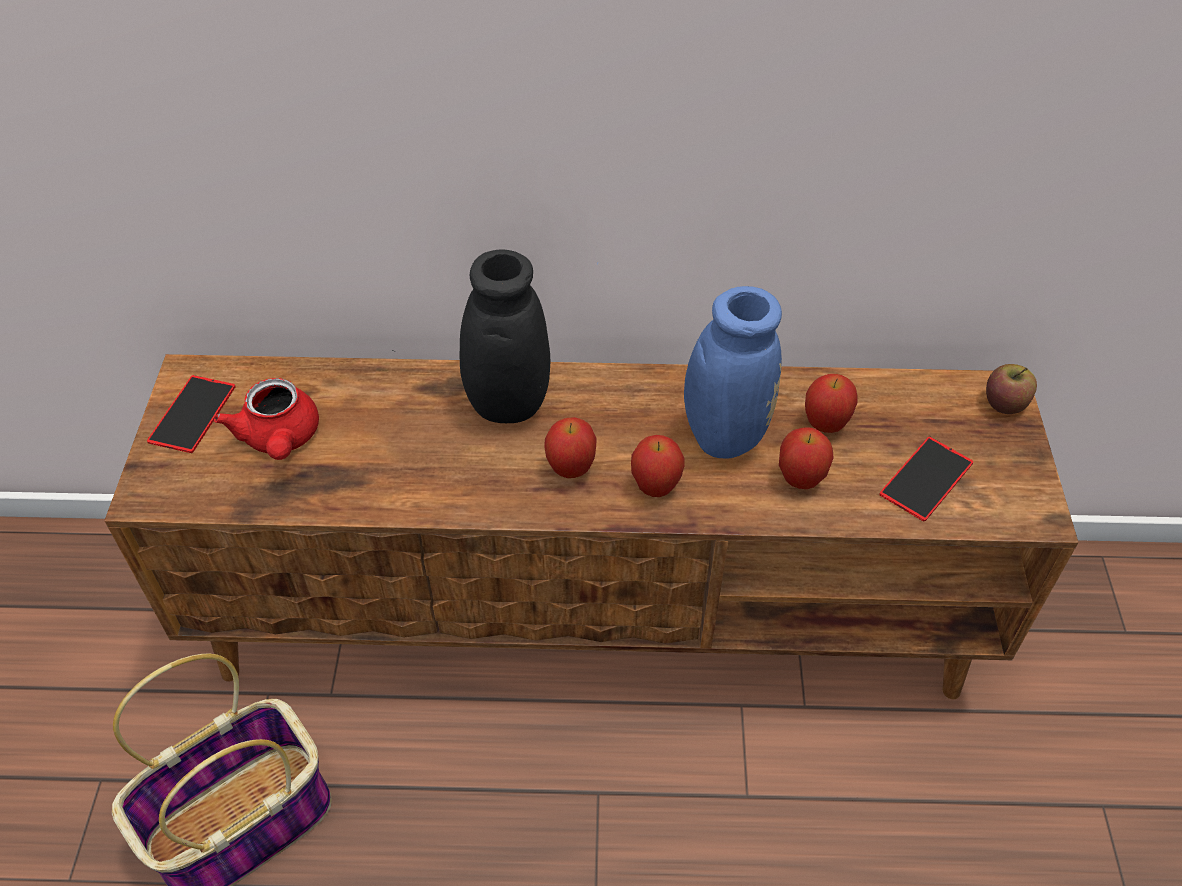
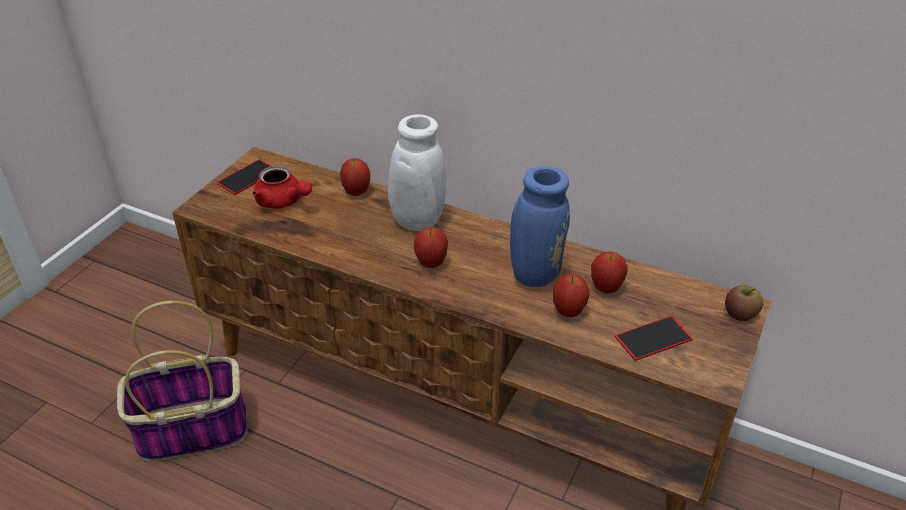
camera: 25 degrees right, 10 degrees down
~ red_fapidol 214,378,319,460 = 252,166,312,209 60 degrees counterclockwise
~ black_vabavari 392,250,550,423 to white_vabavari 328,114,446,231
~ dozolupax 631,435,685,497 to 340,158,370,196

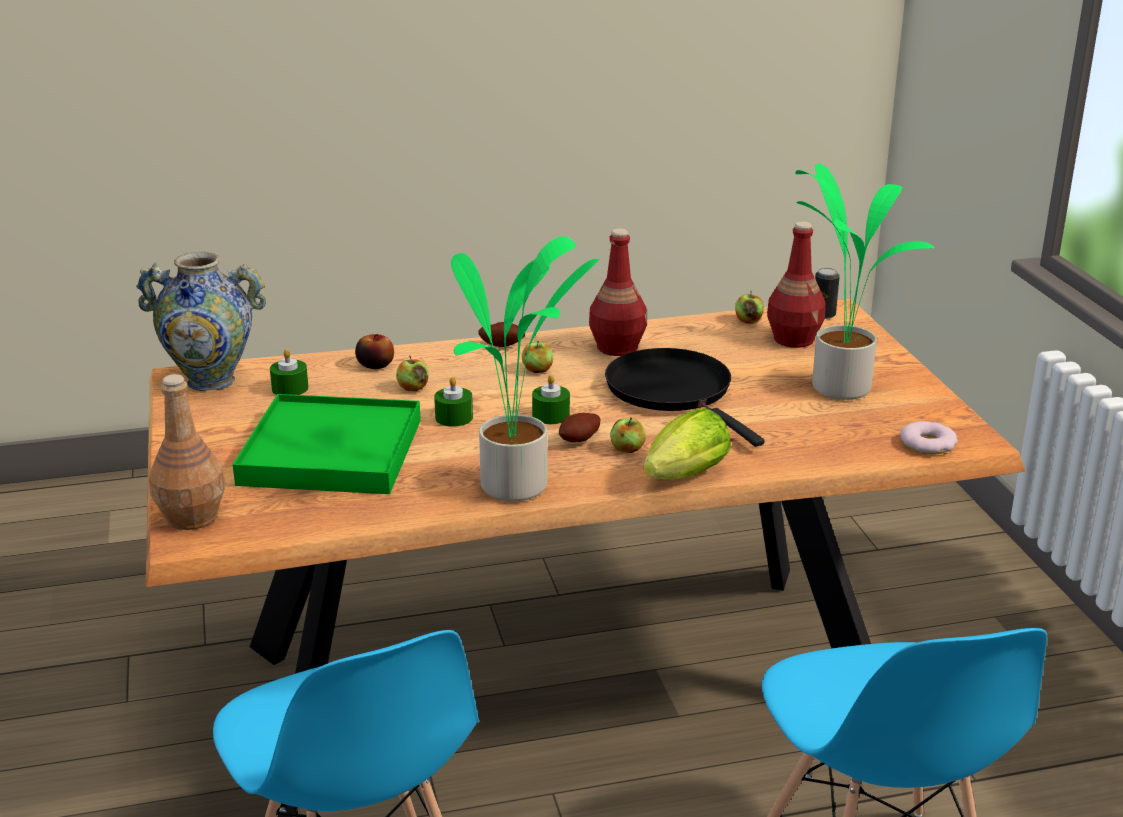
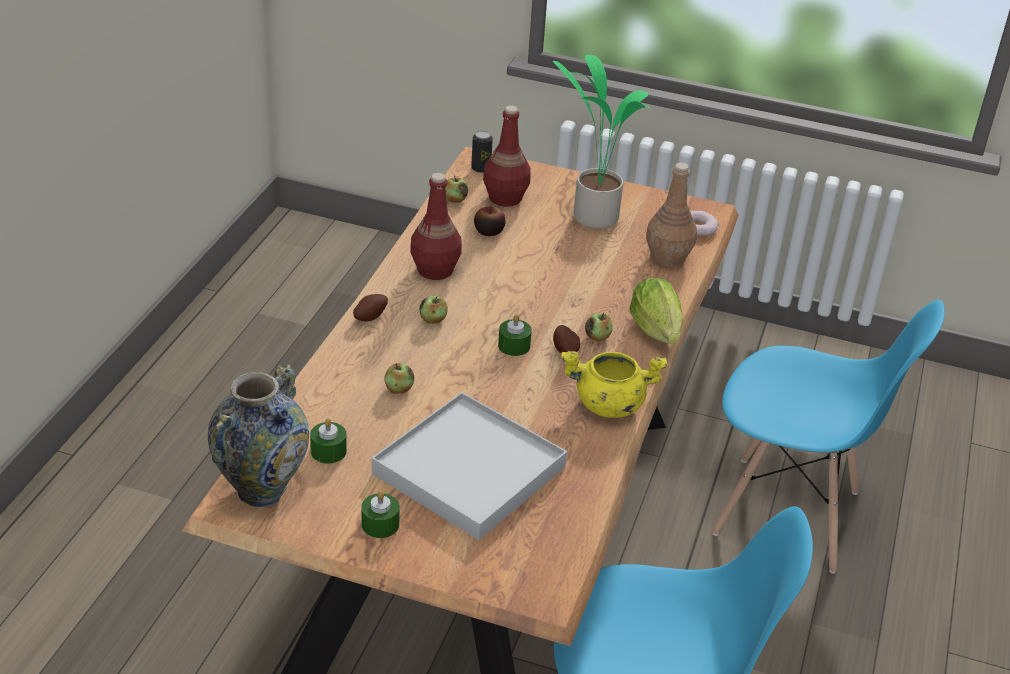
camera: 60 degrees left, 10 degrees up
~ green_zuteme 434,377,473,427 to 361,491,400,538
~ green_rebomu 233,394,421,494 to white_rebomu 372,392,567,540
~ dozolupax 355,334,394,369 to 474,207,506,236
~ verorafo 451,236,599,502 to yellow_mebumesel 561,351,667,418
~ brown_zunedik 149,374,225,530 to 646,163,697,267
- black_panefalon 605,348,765,447

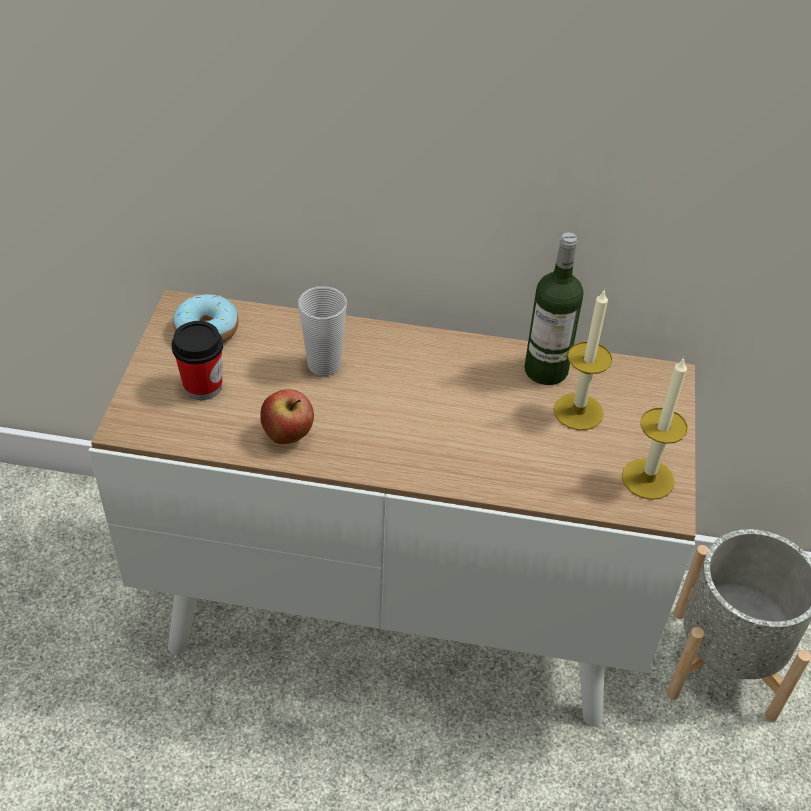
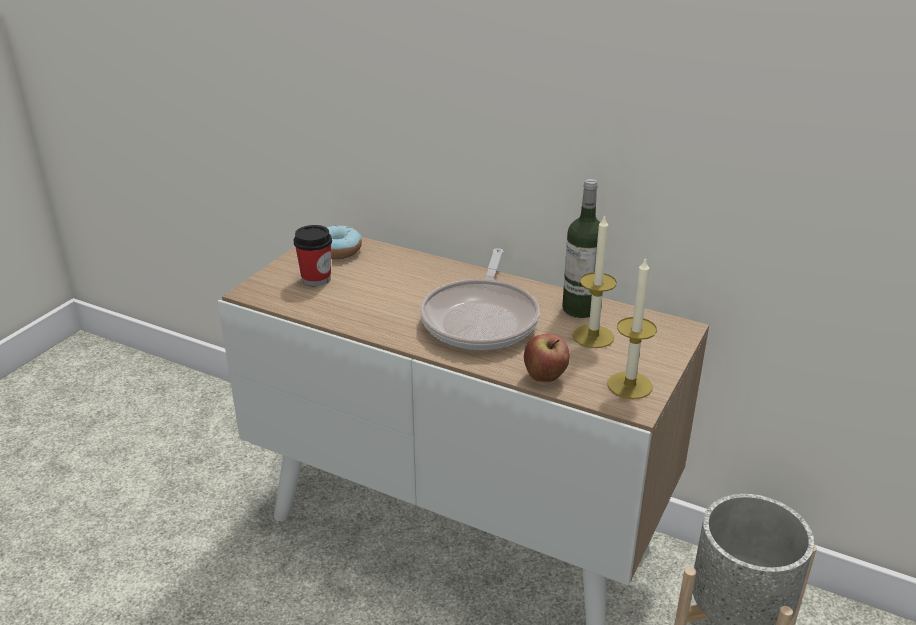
camera: 20 degrees right, 15 degrees down
+ panefalon 420,248,540,350
~ dozolupax 260,389,314,444 to 524,334,570,382
- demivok 298,286,347,376

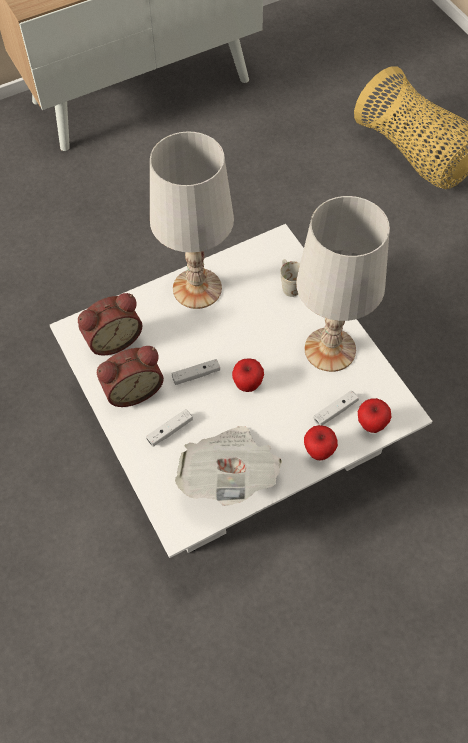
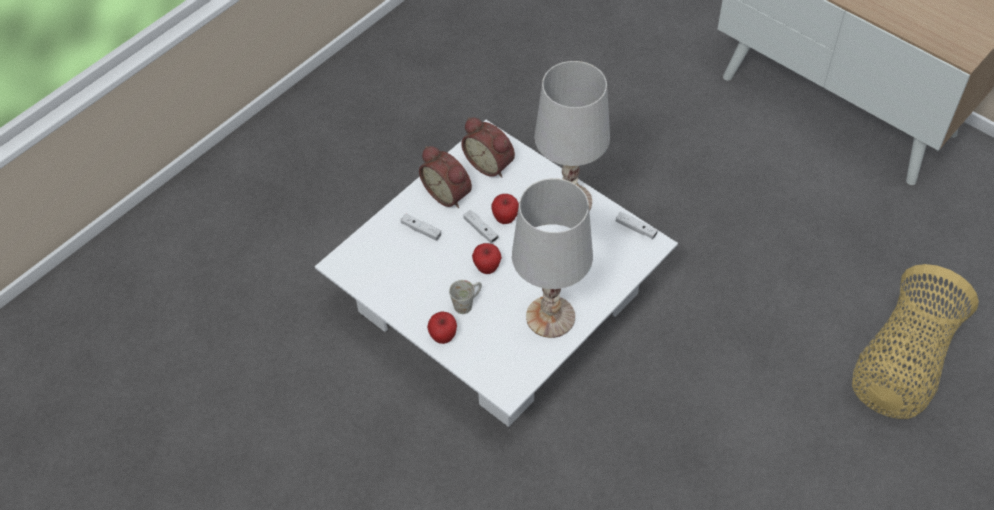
camera: 70 degrees right, 5 degrees down
~ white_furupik 280,259,300,297 to 449,280,482,314
~ dozolupax 358,398,391,433 to 492,194,519,224
~ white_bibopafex 314,390,359,425 to 616,212,658,239
- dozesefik 175,426,282,506

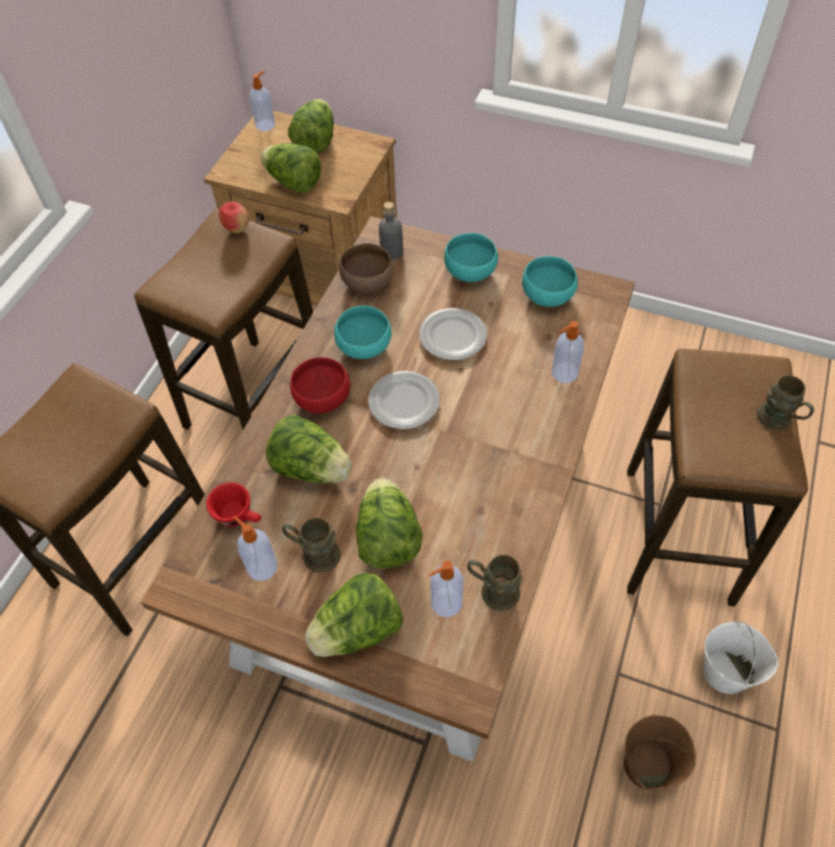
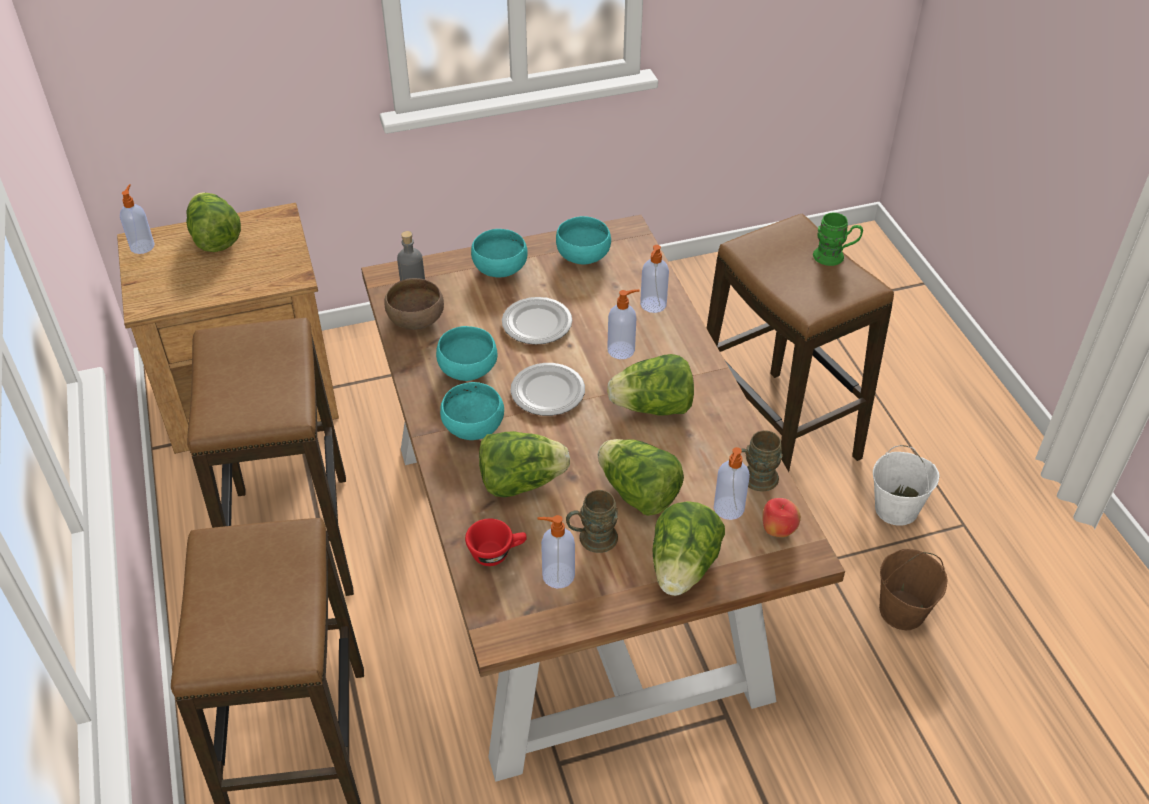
camera: 40 degrees left, 10 degrees down
~ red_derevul 290,357,350,414 to turquoise_derevul 440,382,504,440
+ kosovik 607,289,640,359
~ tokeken 261,143,321,194 to 607,354,694,416
~ dozolupax 219,202,249,233 to 762,498,801,537
~ brown_furupik 757,375,814,430 to green_furupik 813,213,863,266

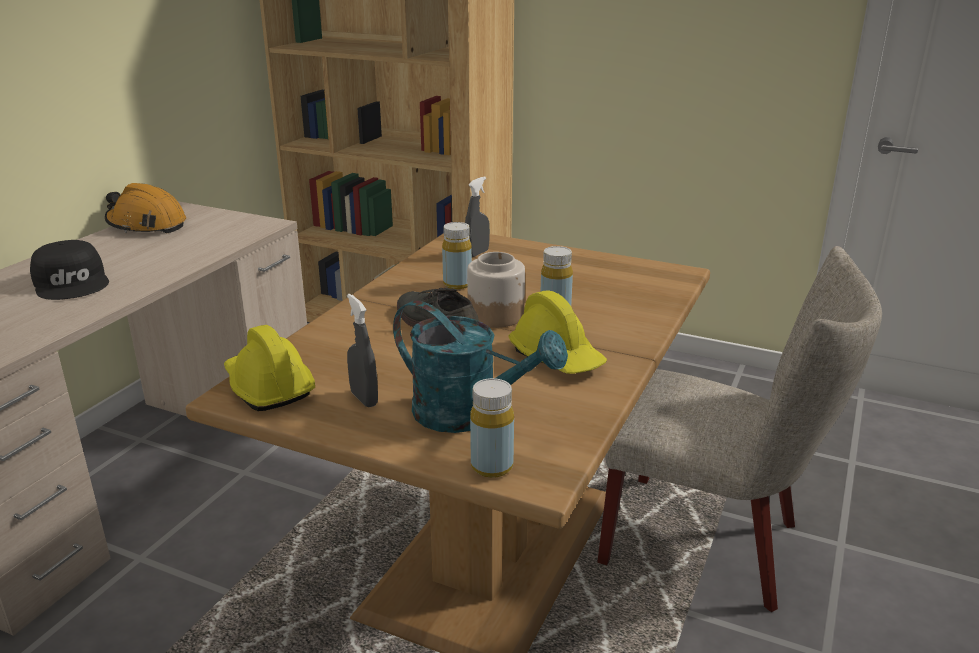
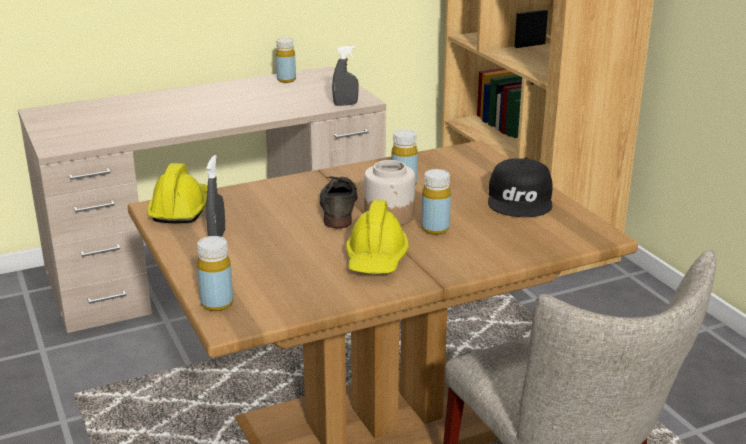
camera: 40 degrees right, 0 degrees up
~ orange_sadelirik 105,183,186,233 to yellow_zunedik 276,38,296,83
~ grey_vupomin 465,176,490,257 to 332,46,359,106
~ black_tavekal 30,240,109,300 to 488,158,553,217
- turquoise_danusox 393,300,568,433

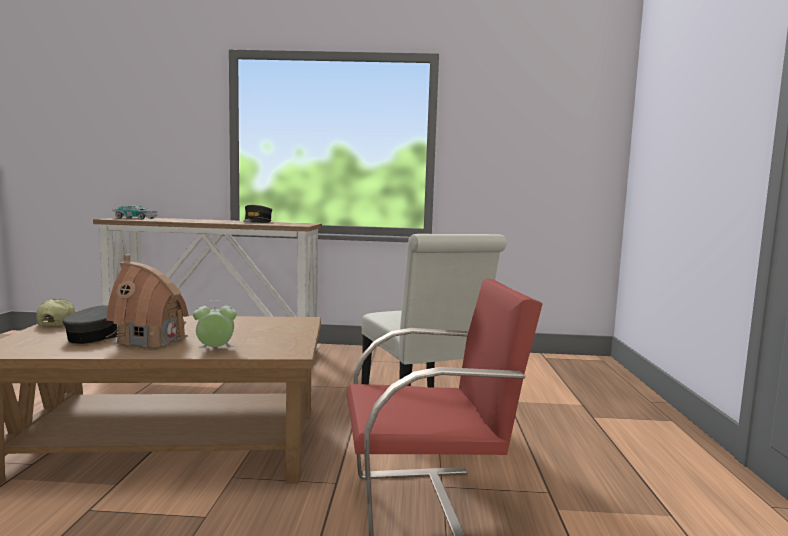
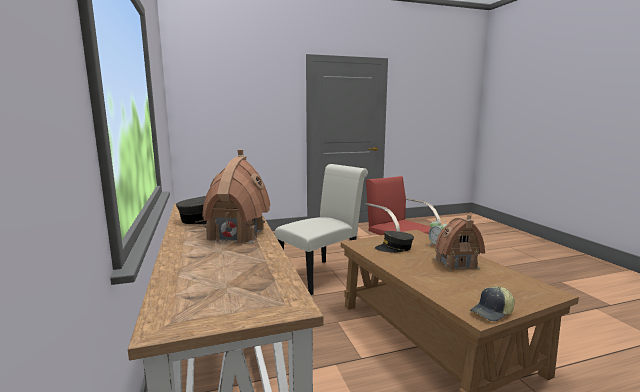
camera: 110 degrees left, 5 degrees up
+ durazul 202,149,271,243
~ grey_tavekal 63,305,118,344 to 375,231,414,253
- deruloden 112,206,158,219

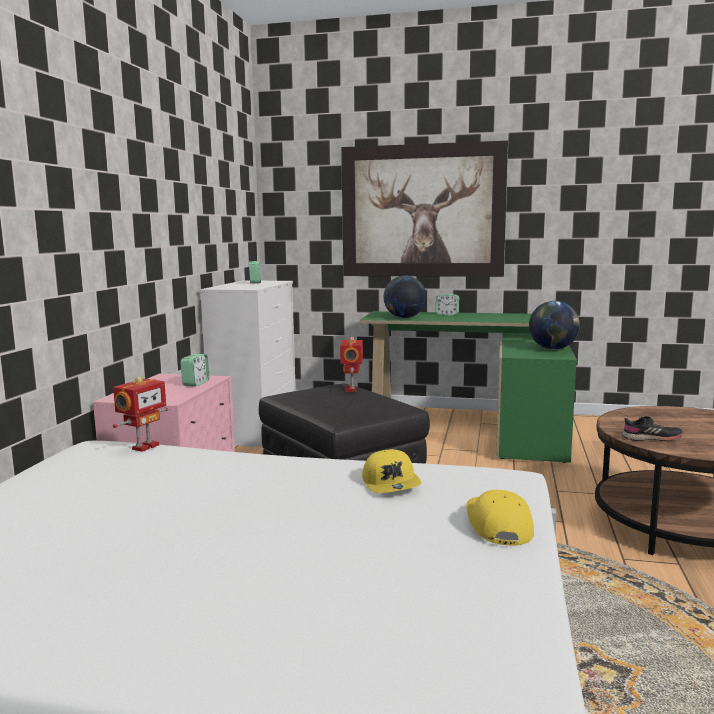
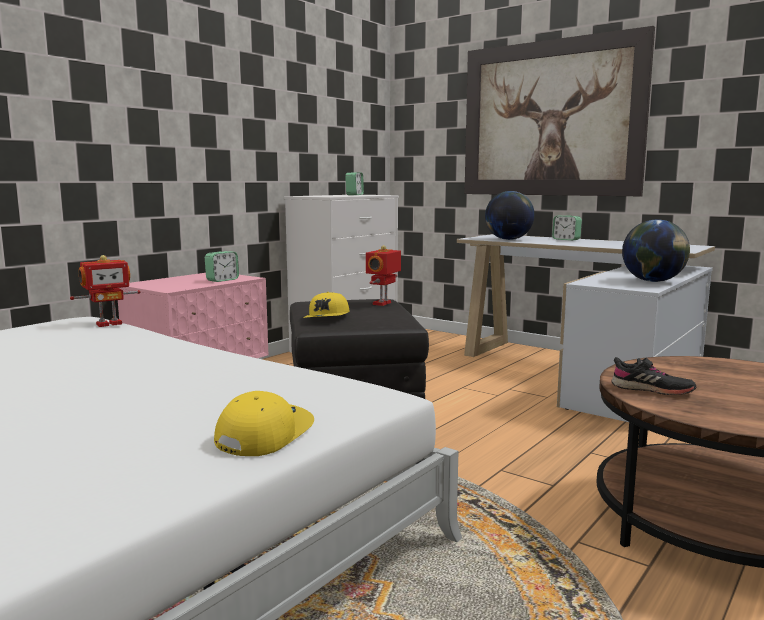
camera: 25 degrees right, 0 degrees up
~ yellow_tavekal 362,449,421,493 to 303,292,350,318
~ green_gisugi 360,311,577,463 to white_gisugi 457,234,715,422

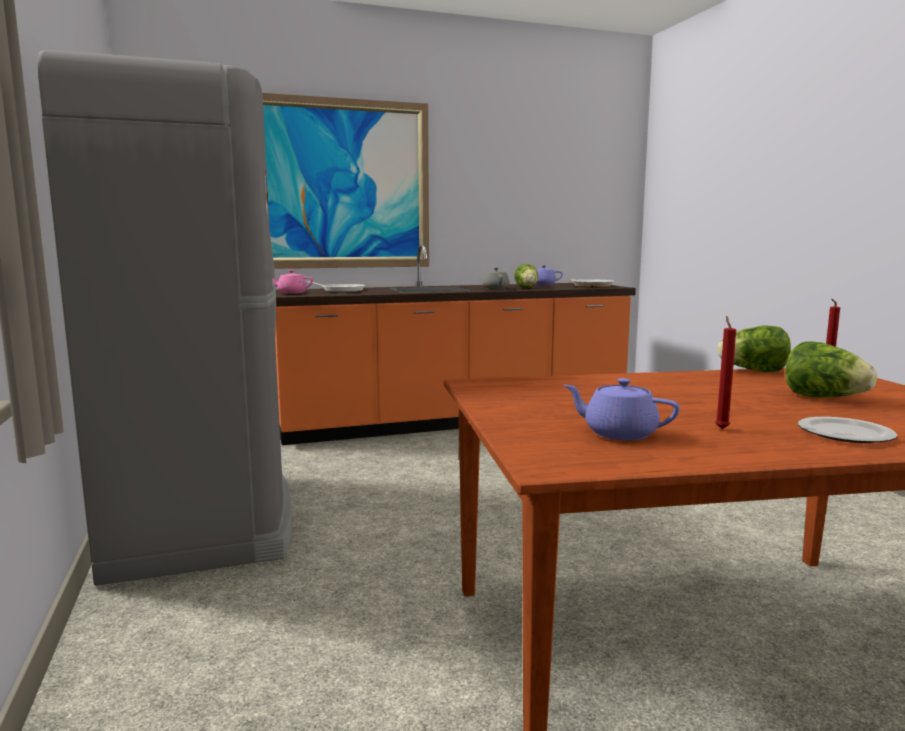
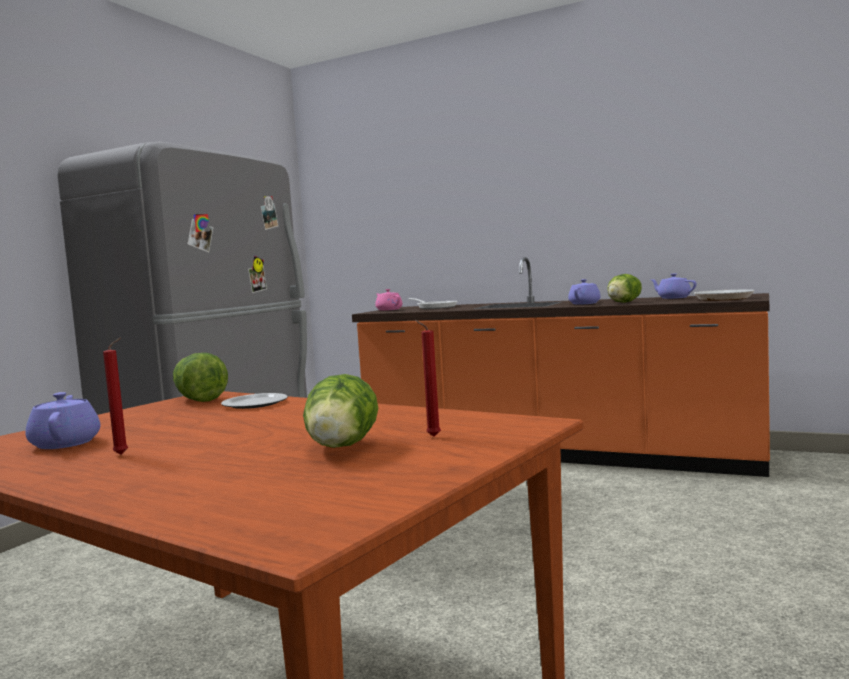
camera: 45 degrees right, 5 degrees down
~ tokeken 717,326,791,372 to 173,353,228,402
~ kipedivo 798,417,898,443 to 221,393,288,409
~ grey_fapidol 483,267,510,289 to purple_fapidol 568,279,601,305
- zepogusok 262,93,429,269

